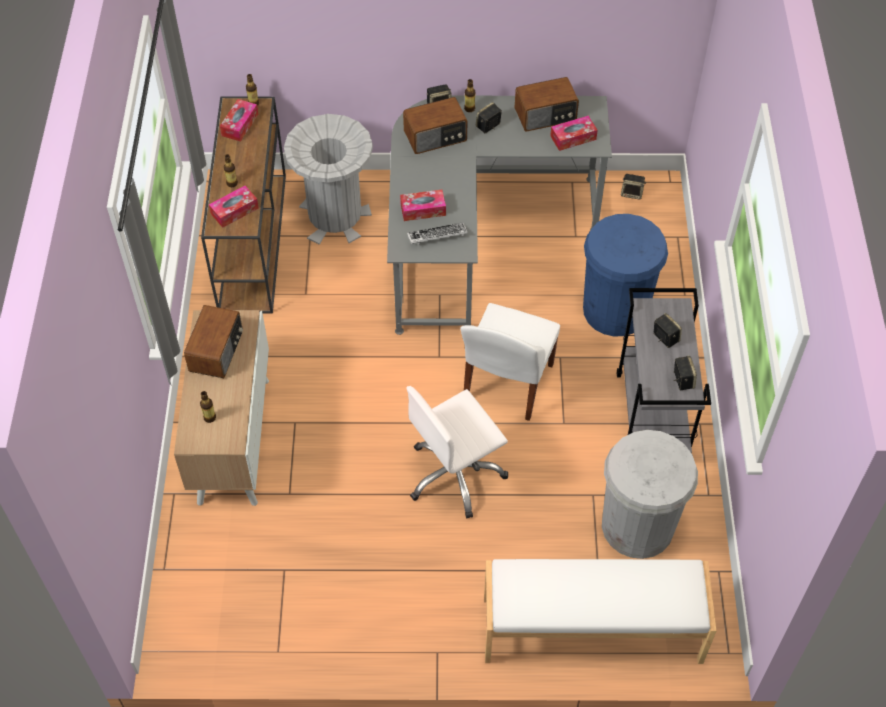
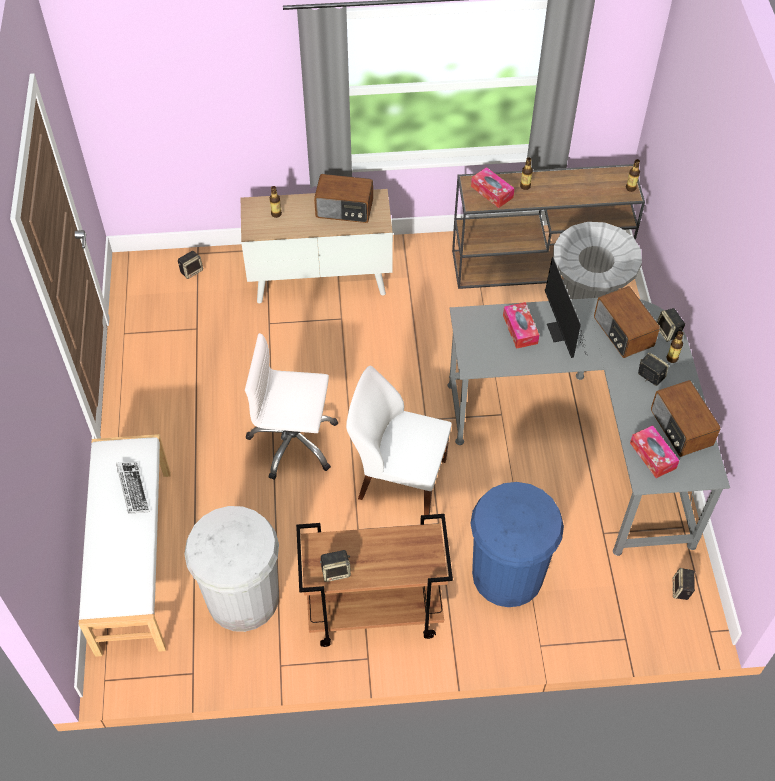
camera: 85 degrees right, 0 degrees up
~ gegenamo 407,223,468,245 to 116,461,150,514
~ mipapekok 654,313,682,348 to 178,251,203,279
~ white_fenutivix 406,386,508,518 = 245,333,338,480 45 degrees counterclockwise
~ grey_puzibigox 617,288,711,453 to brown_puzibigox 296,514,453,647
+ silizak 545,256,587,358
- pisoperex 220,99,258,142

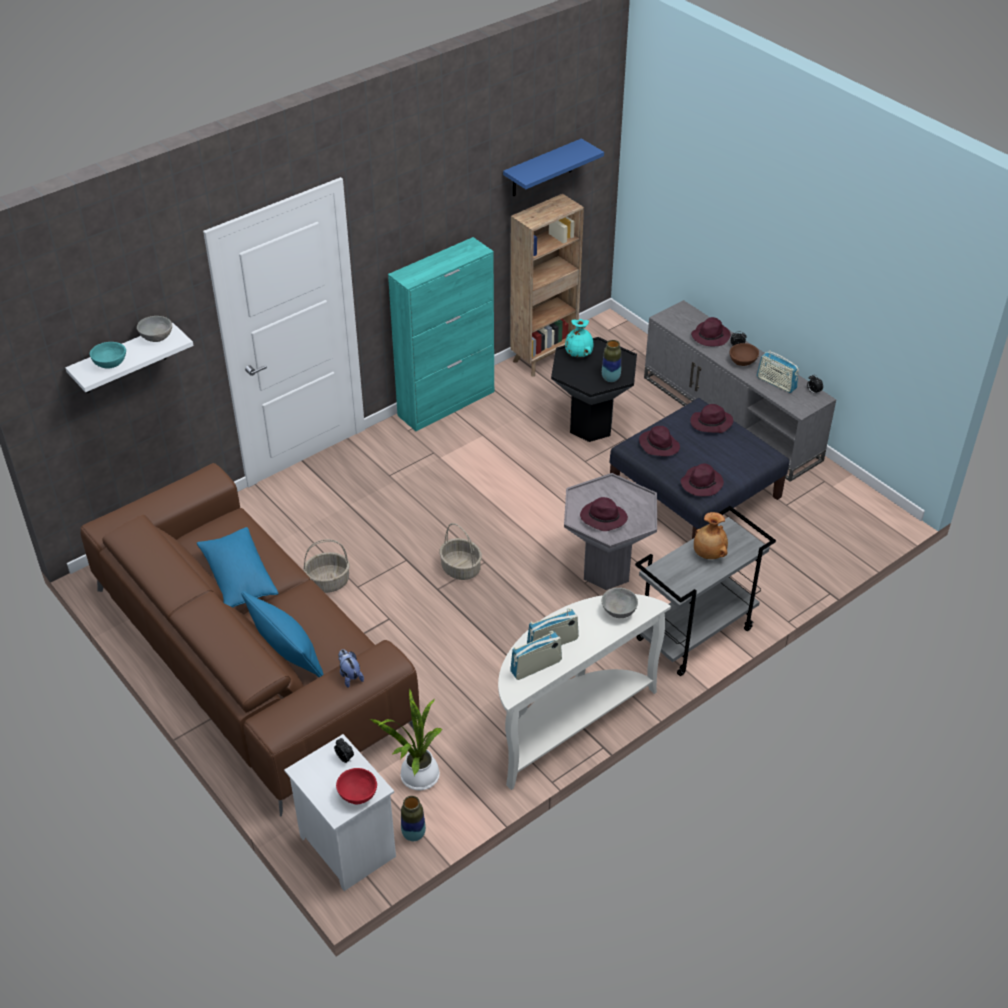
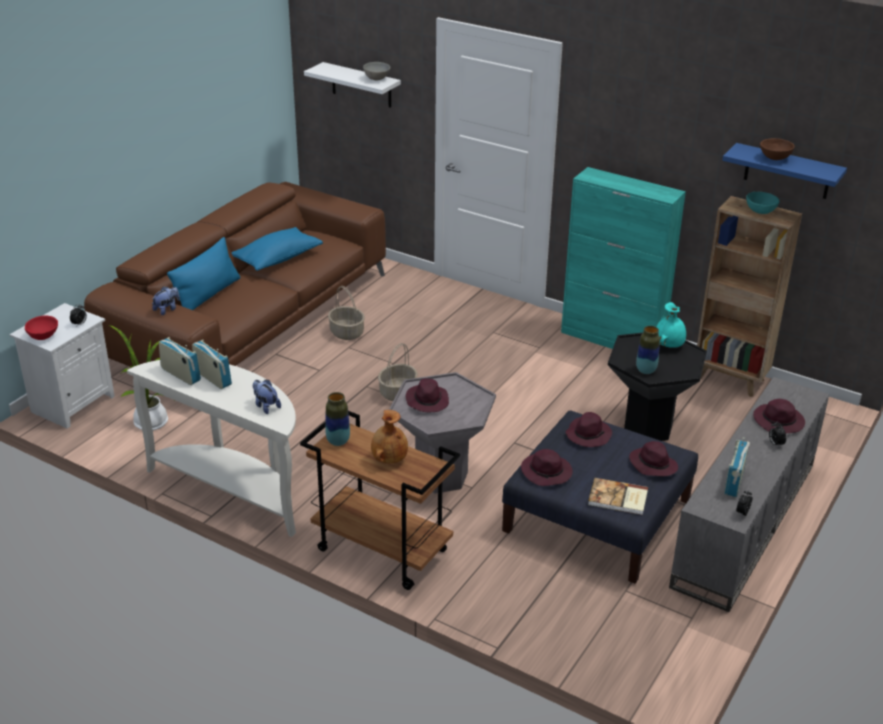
camera: 70 degrees right, 10 degrees down
~ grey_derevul 602,588,638,618 to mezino 253,380,281,414
~ grey_puzibigox 635,506,776,676 to brown_puzibigox 300,411,460,590
~ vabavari 401,796,426,841 to 325,392,350,446
+ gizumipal 588,478,648,515
~ turquoise_derevul 90,342,126,368 to 746,192,780,214
~ brown_derevul 729,343,759,366 to 760,138,795,160

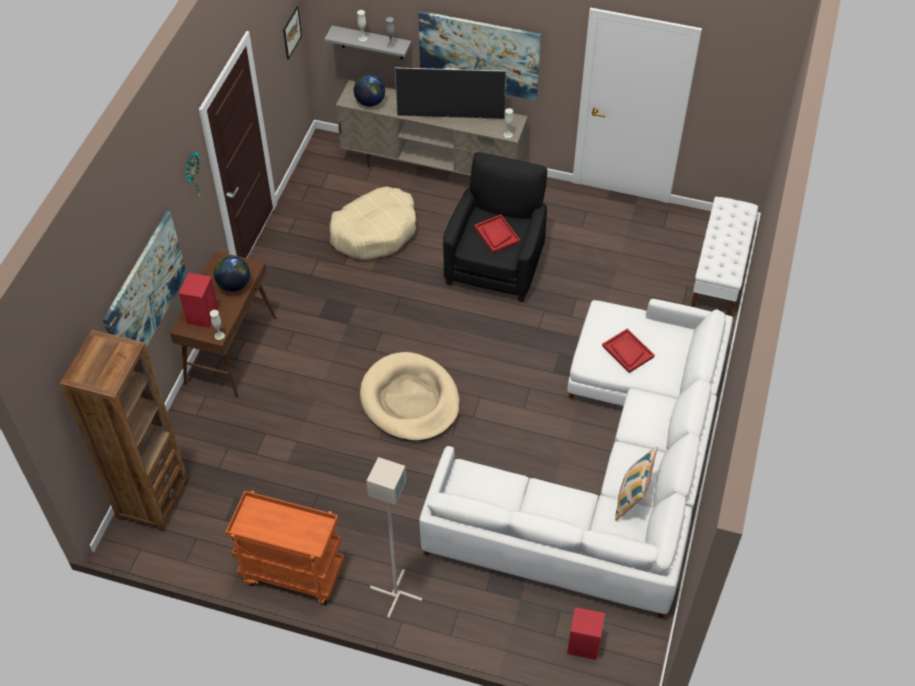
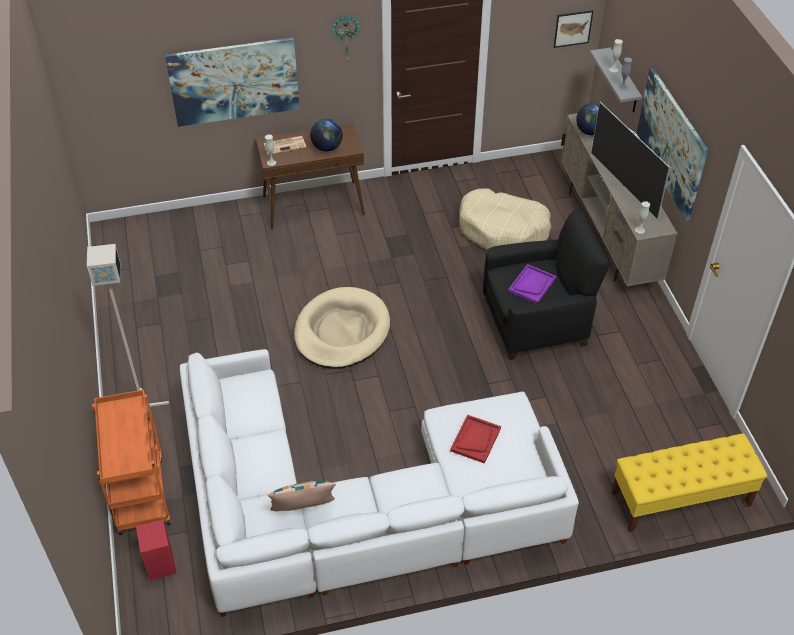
camera: 60 degrees right, 5 degrees down
~ orange_puzibigox 226,490,344,605 to 92,389,171,535
~ red_mipapekok 179,273,219,328 to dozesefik 264,136,306,155
~ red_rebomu 474,215,520,253 to purple_rebomu 508,264,556,303
~ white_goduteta 691,197,758,316 to yellow_goduteta 611,433,767,532
- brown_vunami 60,330,189,532

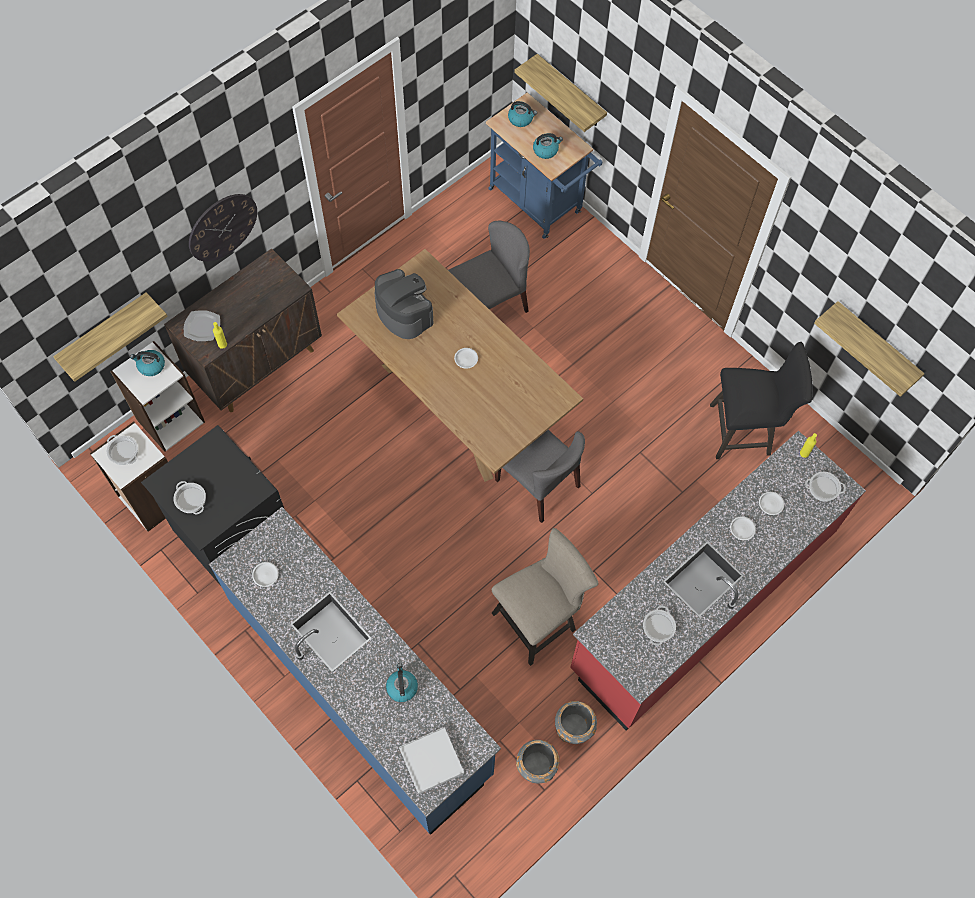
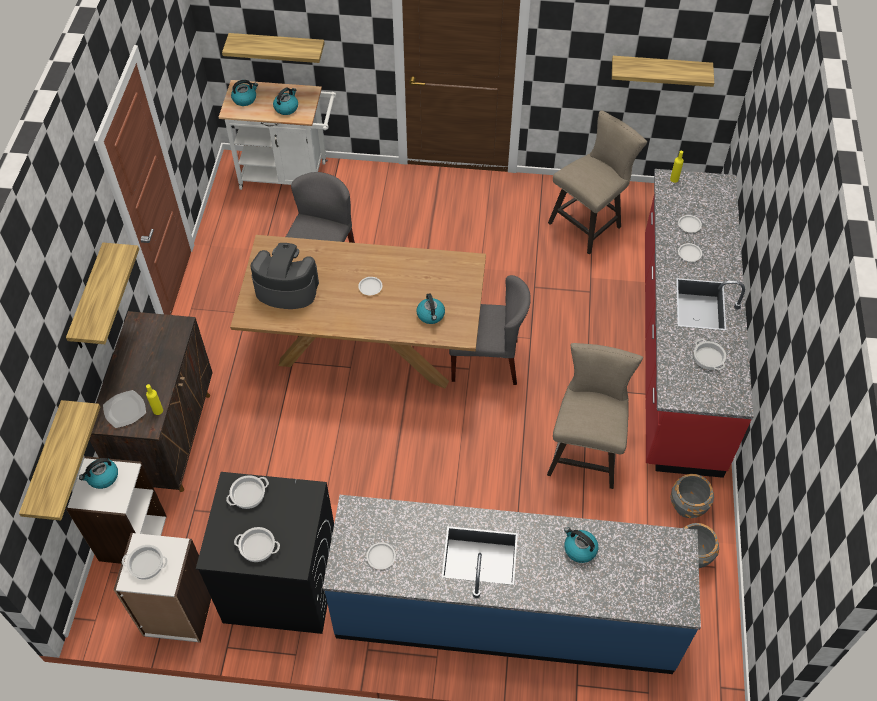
camera: 40 degrees left, 10 degrees down
~ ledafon 189,194,257,261 to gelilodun 66,243,139,348
~ blue_puzibigox 486,93,602,239 to white_puzibigox 218,80,336,190
~ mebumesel 805,472,846,502 to 226,475,269,509
+ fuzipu 416,293,445,324
~ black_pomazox 710,342,812,459 to beige_pomazox 548,110,647,255
- white_rebomu 399,727,464,794

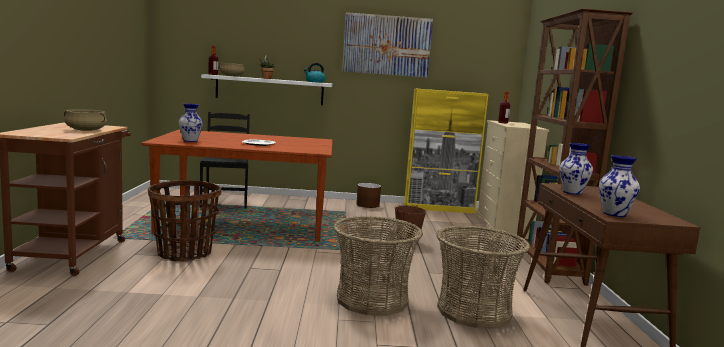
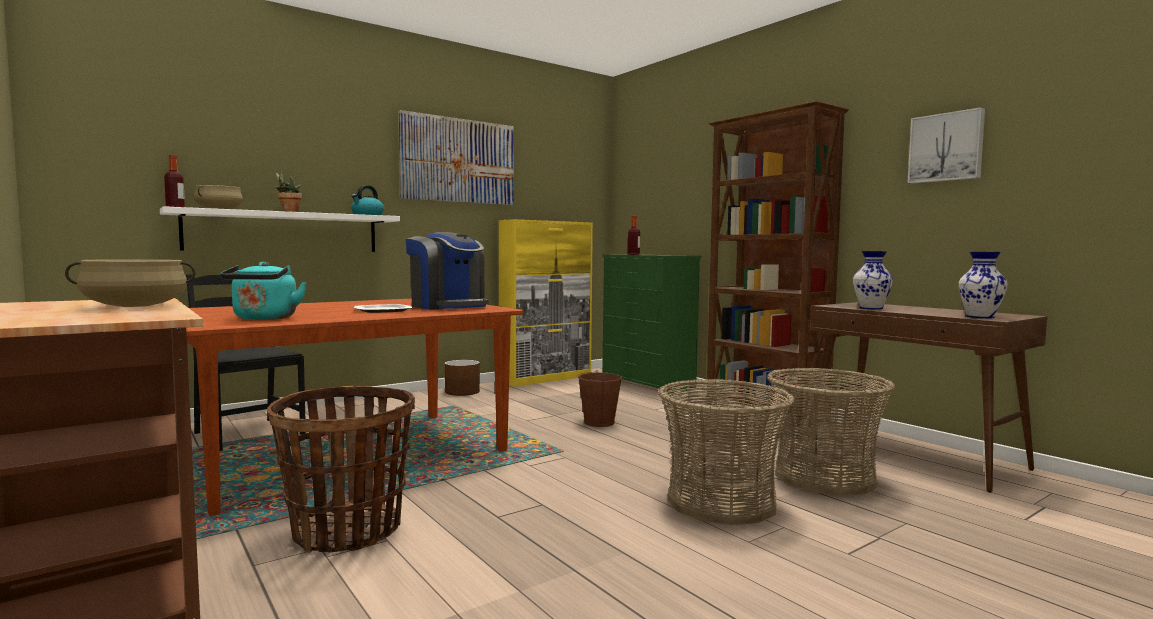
camera: 35 degrees left, 5 degrees down
~ vabavari 178,104,203,142 to turquoise_fuzipu 220,262,307,320
+ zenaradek 405,232,488,310
~ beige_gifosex 477,120,549,239 to green_gifosex 602,254,701,394
+ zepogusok 908,107,985,184

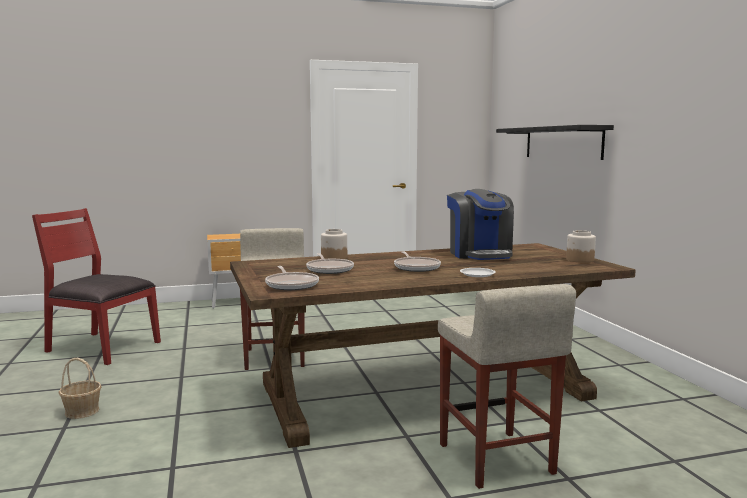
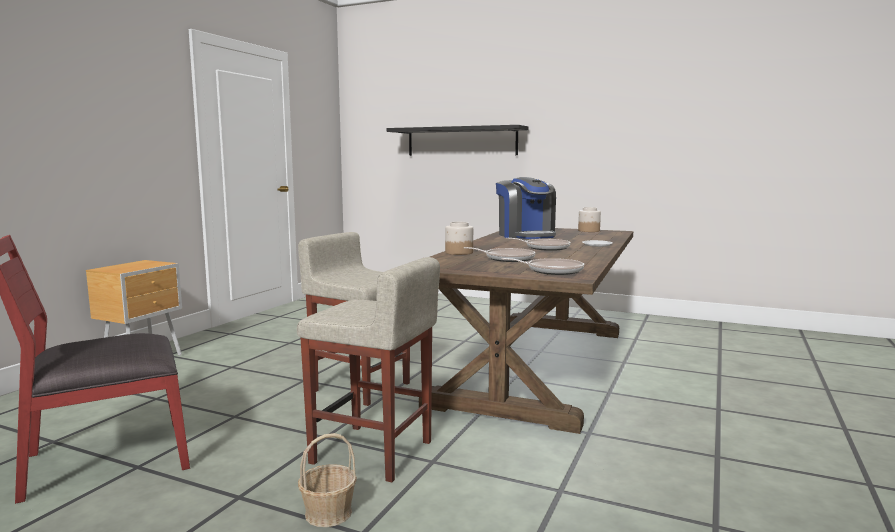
camera: 50 degrees left, 0 degrees up
~ beige_pomazox 438,284,576,489 to 297,257,440,482
~ zenaradek 447,189,514,260 = 496,177,556,239 45 degrees clockwise

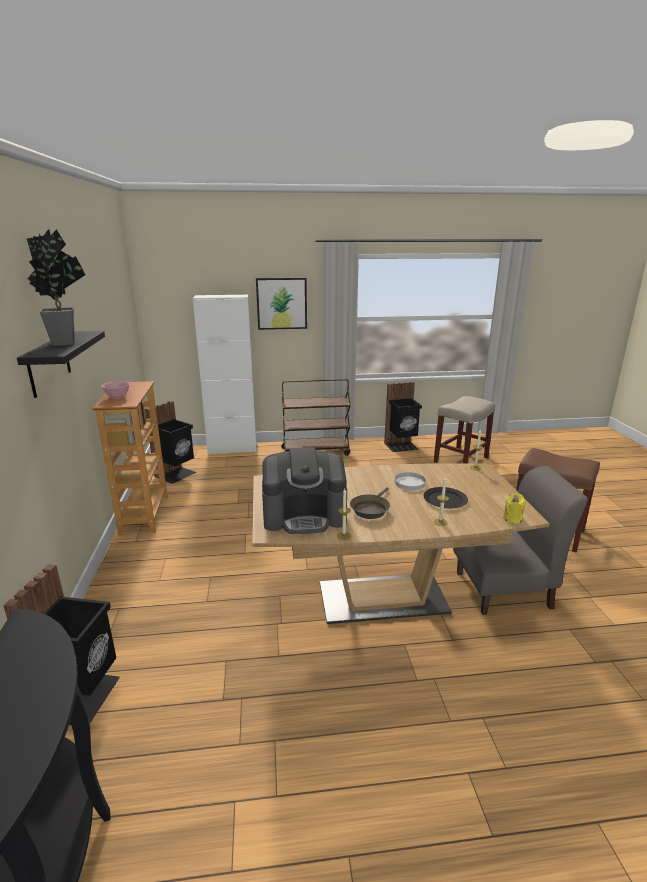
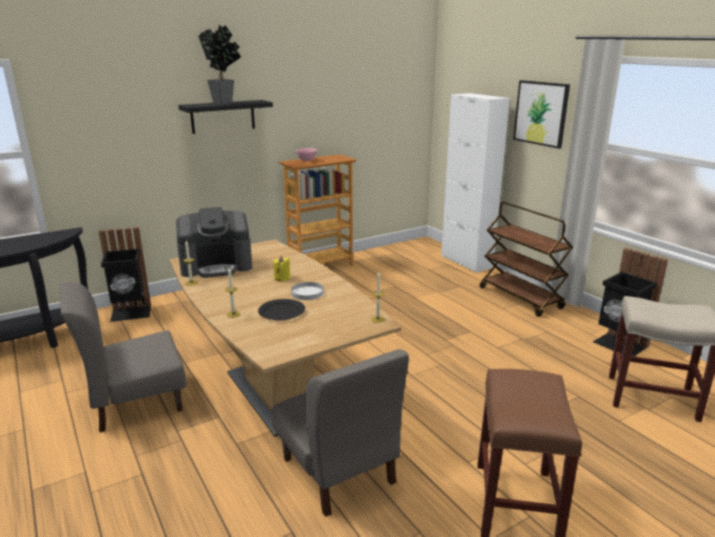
camera: 65 degrees right, 0 degrees up
+ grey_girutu 60,282,186,433
~ zenaradek 262,447,347,534 = 176,207,252,278 75 degrees counterclockwise
~ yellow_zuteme 503,493,526,524 to 273,256,290,281
- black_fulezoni 145,401,197,484
- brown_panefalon 350,487,390,519

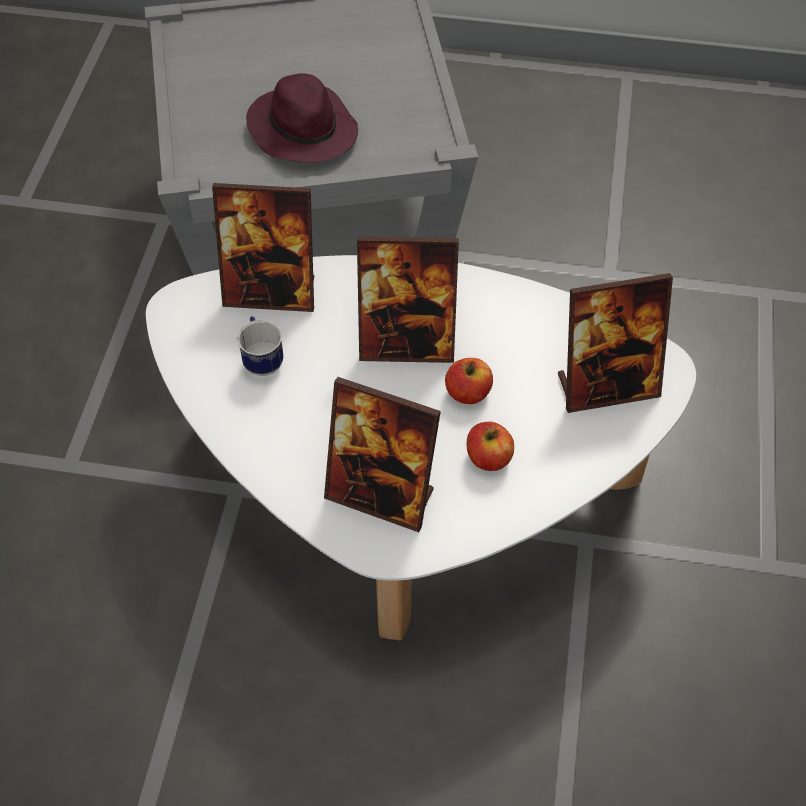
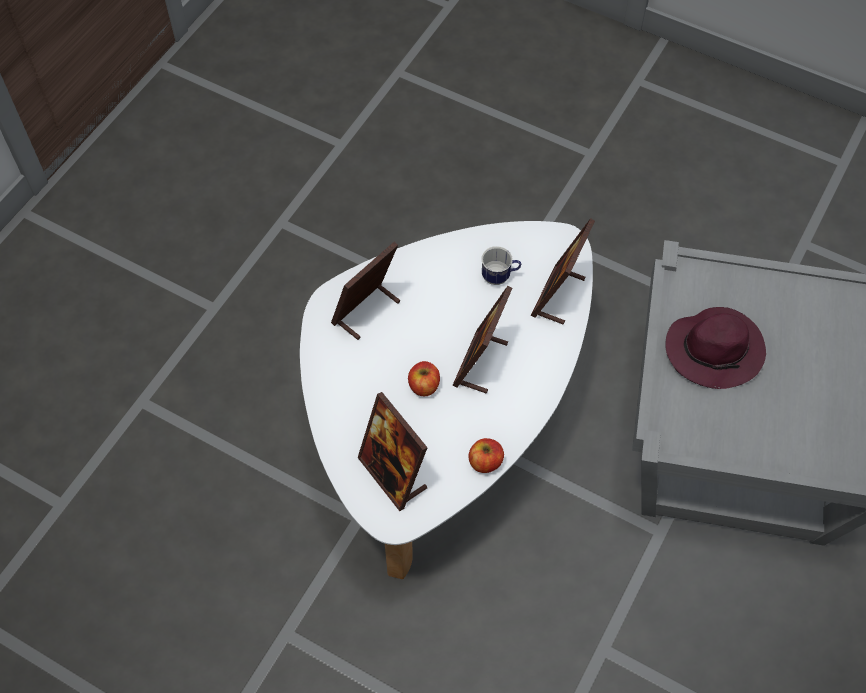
camera: 110 degrees right, 5 degrees up
~ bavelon 558,273,673,413 = 358,392,428,511 45 degrees counterclockwise
~ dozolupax 467,422,514,471 to 468,438,504,473

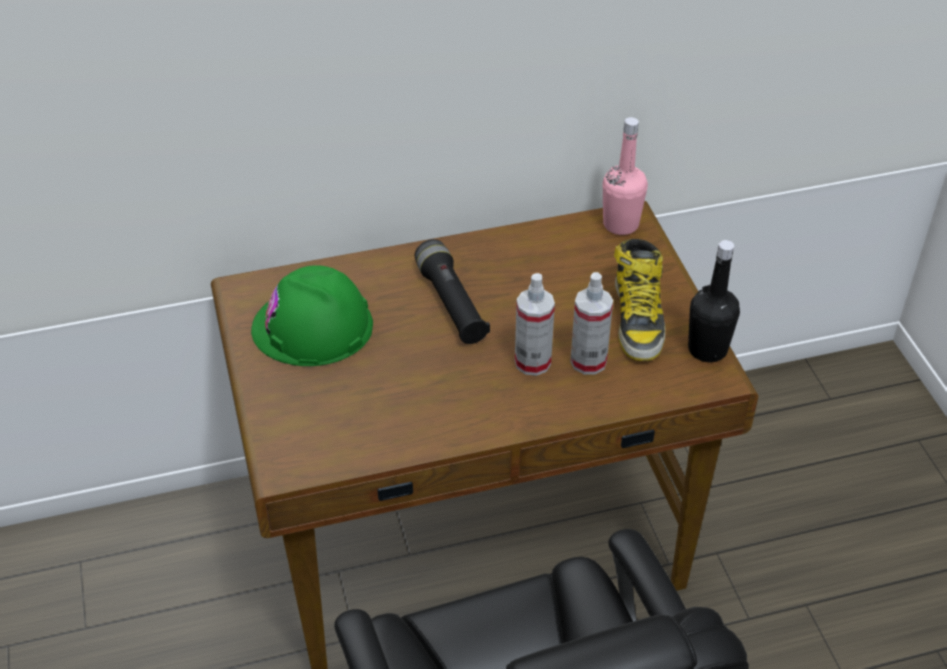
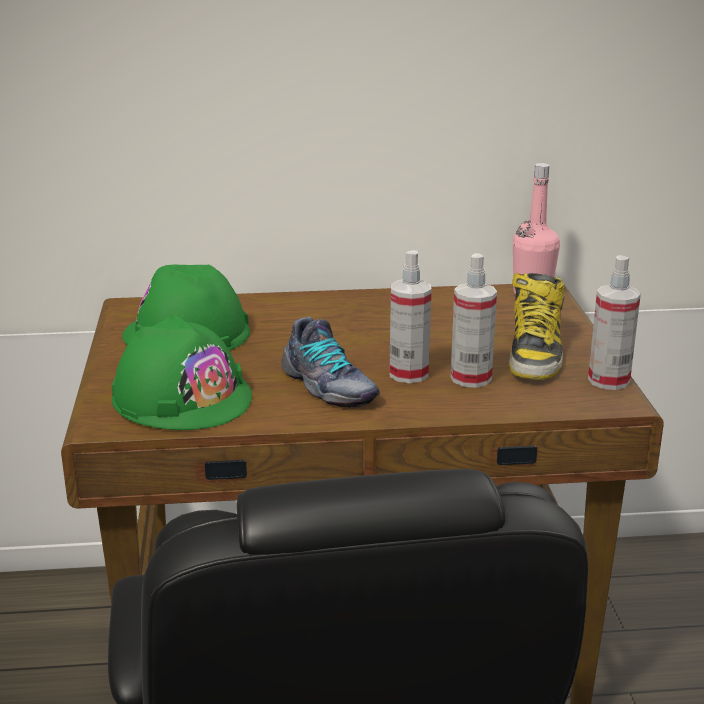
camera: 10 degrees right, 20 degrees down
+ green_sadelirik 112,314,252,430
+ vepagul 281,317,380,408
~ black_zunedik 688,240,740,362 to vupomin 588,255,641,390
- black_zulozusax 415,239,490,344

